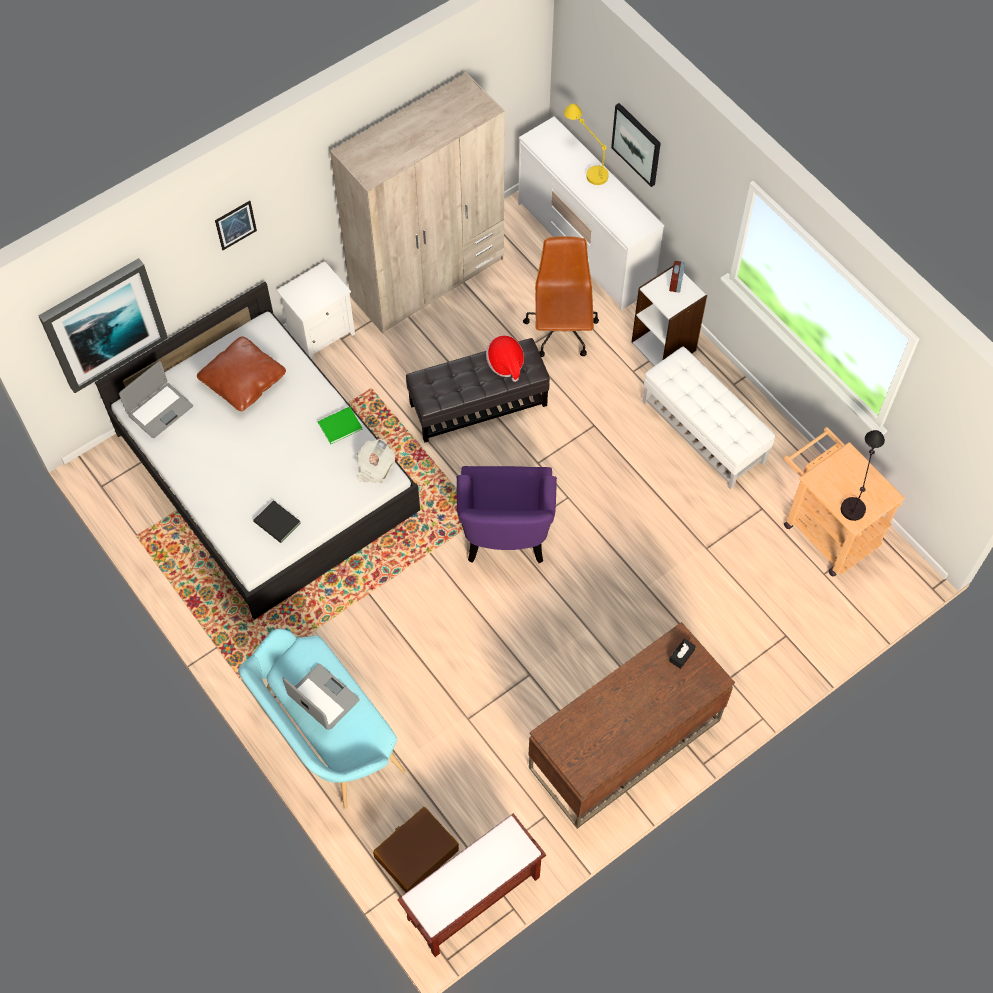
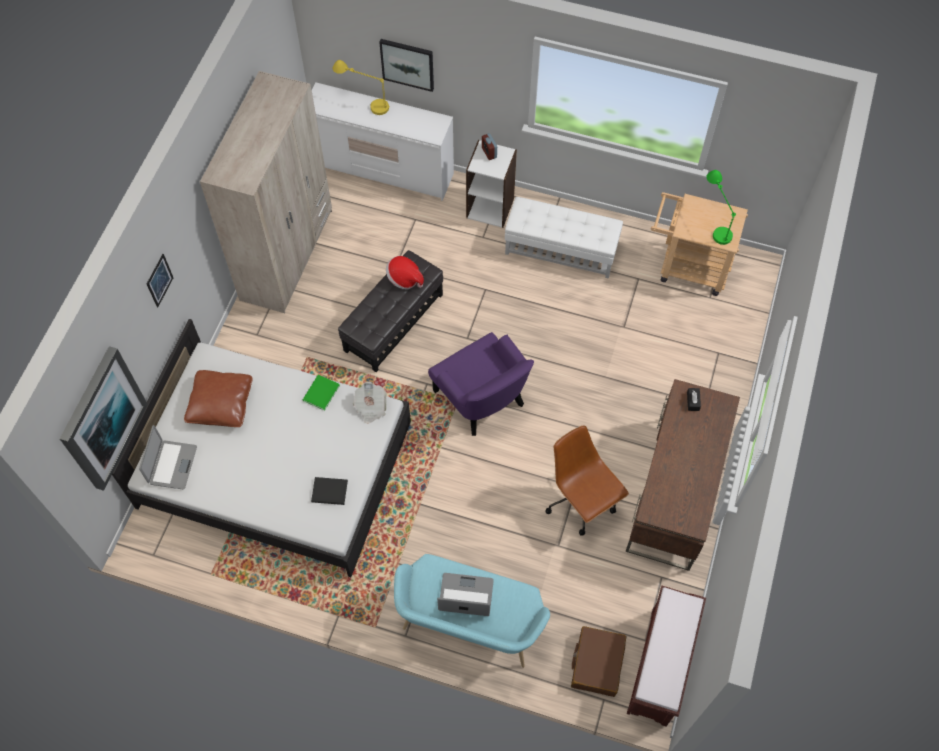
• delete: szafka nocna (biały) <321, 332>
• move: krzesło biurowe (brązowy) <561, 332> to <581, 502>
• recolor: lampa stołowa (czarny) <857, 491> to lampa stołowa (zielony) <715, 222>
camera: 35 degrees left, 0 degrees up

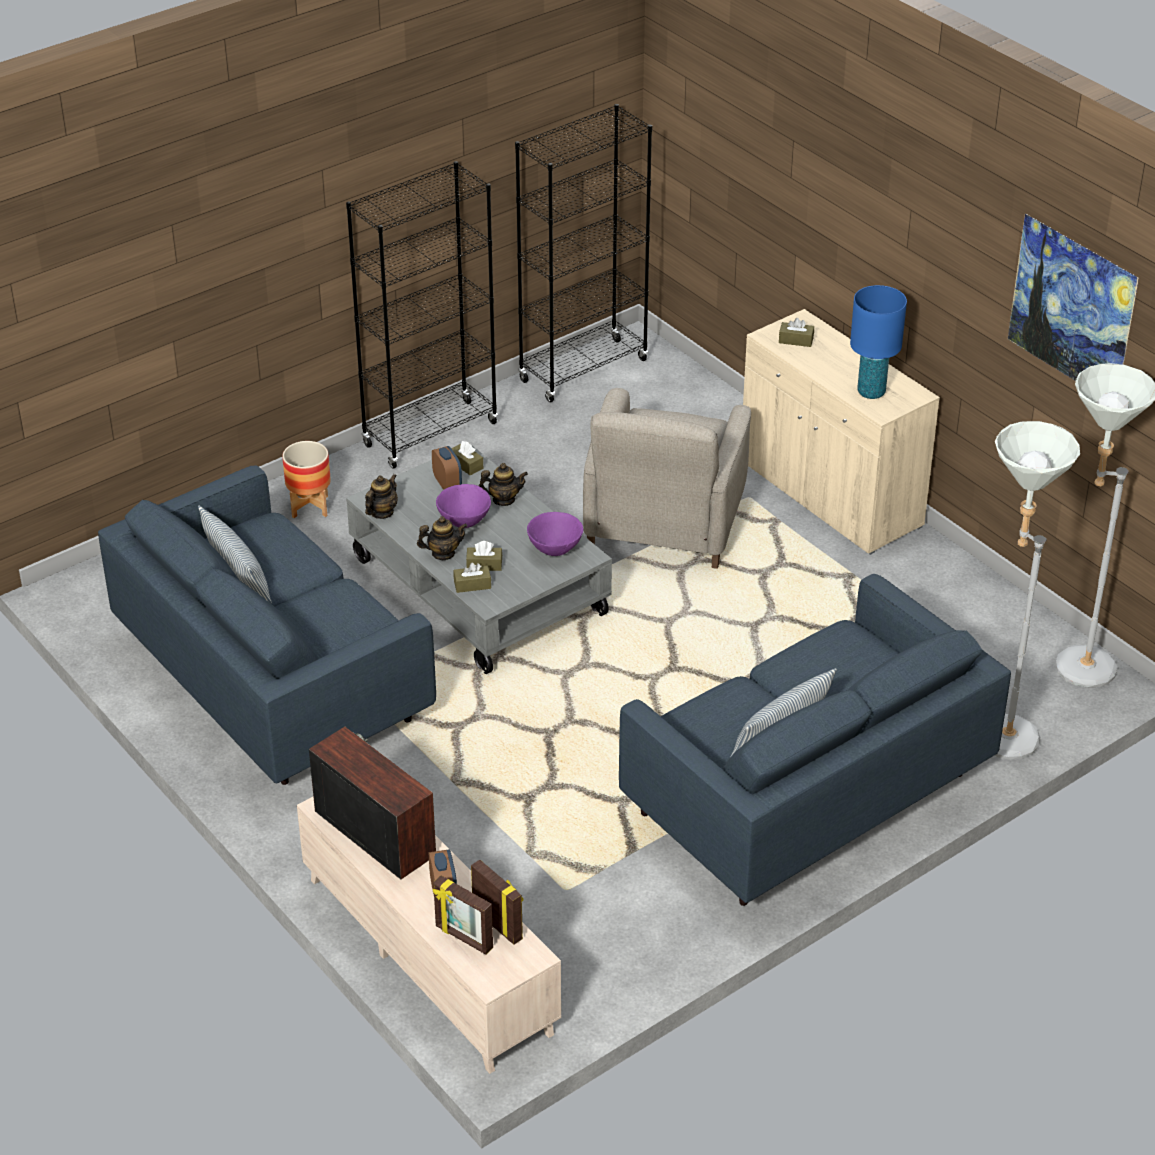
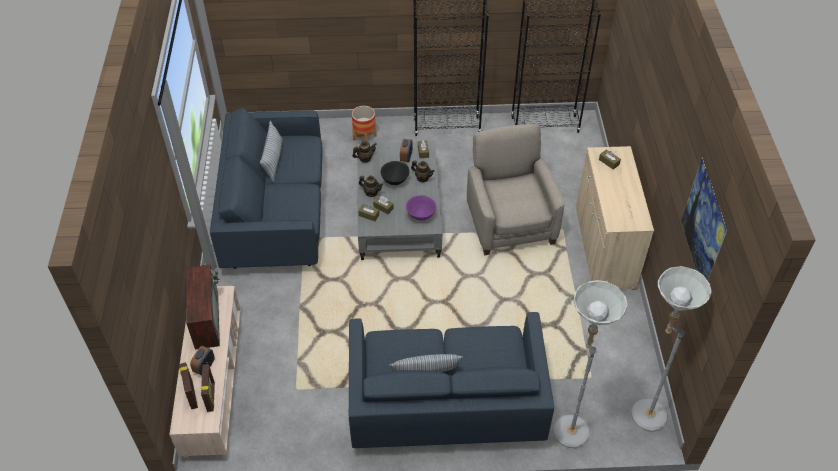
• delete: lampa stołowa (niebieski) <871, 392>
• recolor: miska (fioletowy) <464, 522> to miska (czarny) <395, 181>
• rotate: fotel (beżowy) <663, 522> = <510, 222> 120 degrees clockwise
camera: 35 degrees right, 10 degrees up

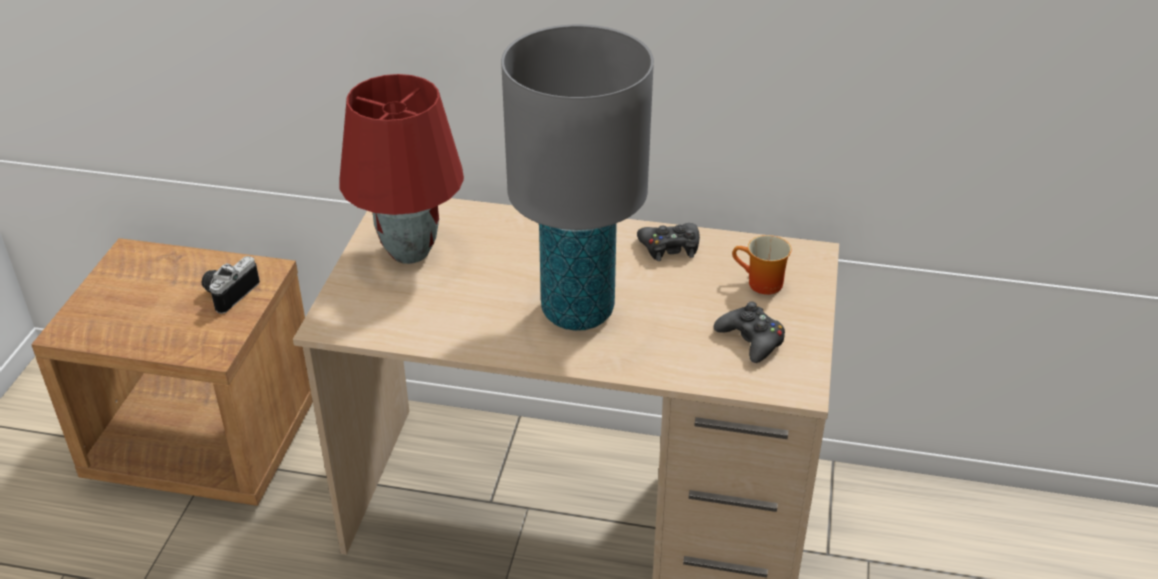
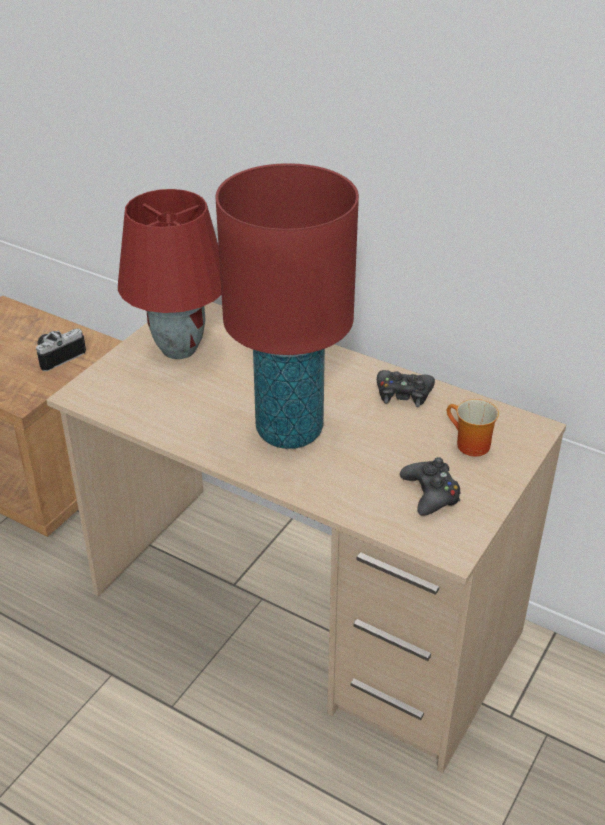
• recolor: lampa stołowa (szary) <577, 311> to lampa stołowa (czerwony) <289, 430>
camera: 20 degrees right, 0 degrees up

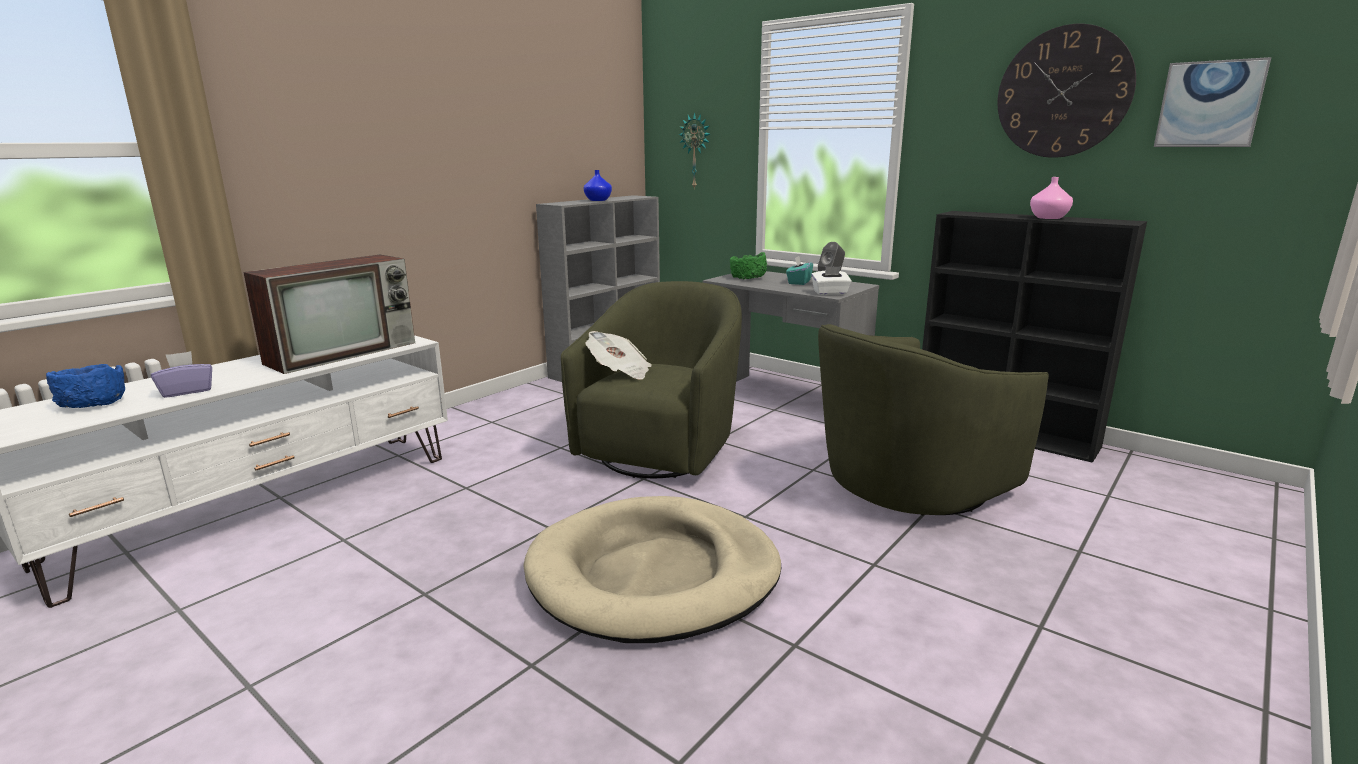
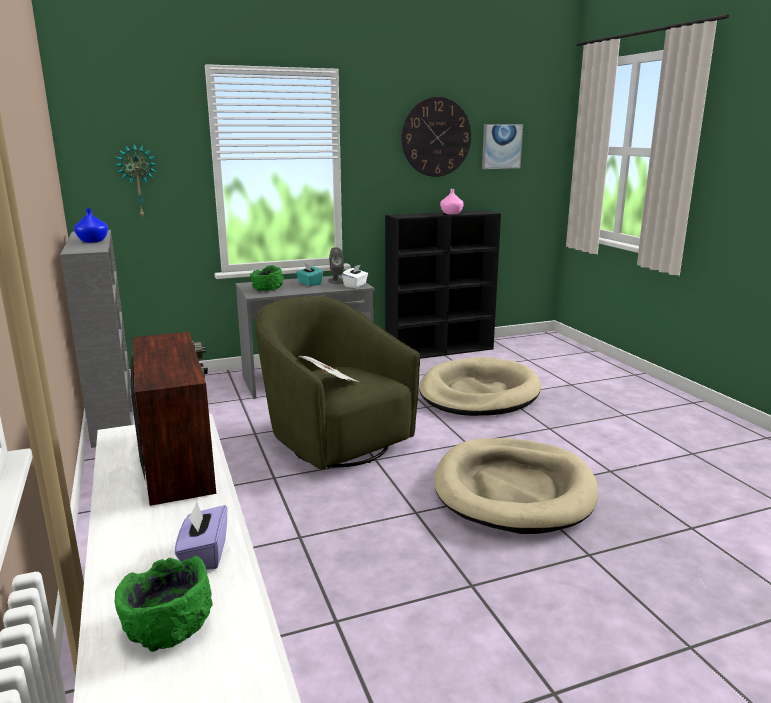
• replace: fotel (zielony) <909, 489> to legowisko (beżowy) <479, 393>
• recolor: miska (niebieski) <93, 403> to miska (zielony) <168, 626>
camera: 60 degrees left, 0 degrees up

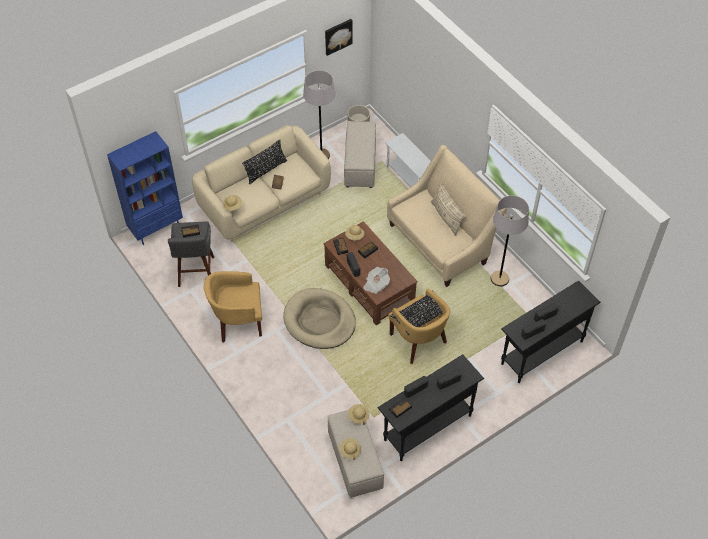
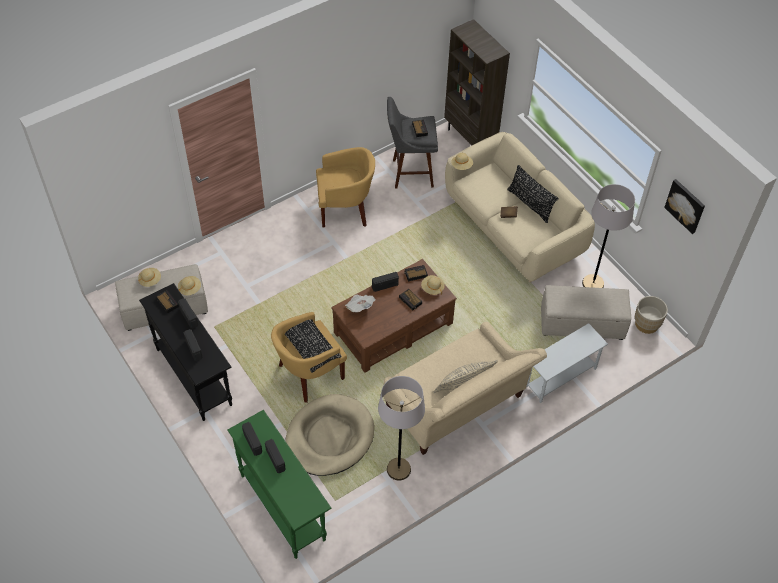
• move: legowisko (beżowy) <319, 321> to <329, 437>
• recolor: regał (niebieski) <156, 229> to regał (brązowy) <470, 138>
• recolor: stolik konsolowy (czarny) <541, 352> to stolik konsolowy (zielony) <283, 506>
• rotate: fotel (żółty) <238, 322> = <345, 209> 90 degrees clockwise
camera: 90 degrees right, 0 degrees up

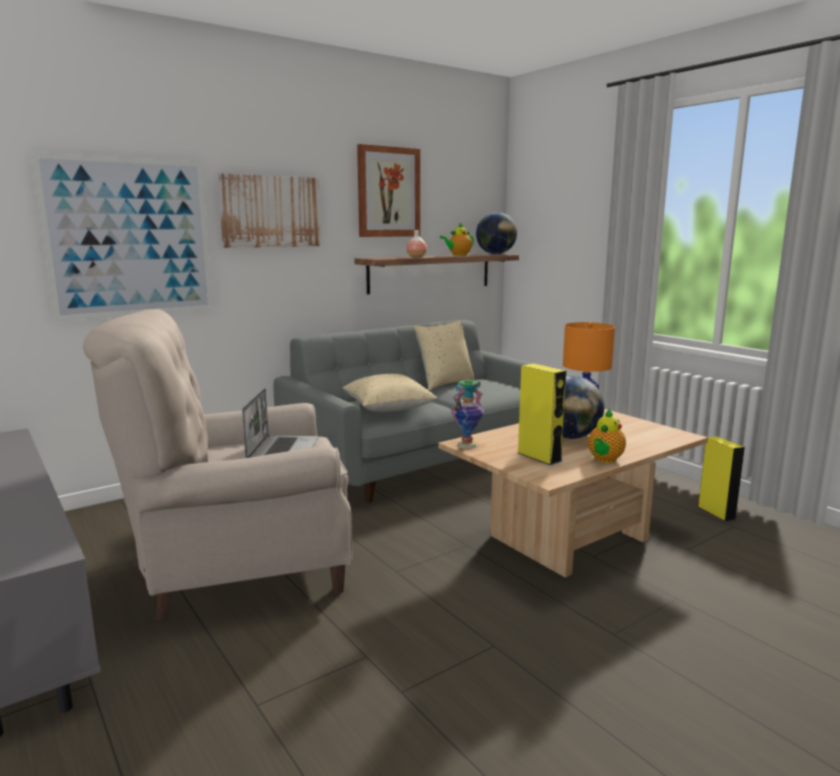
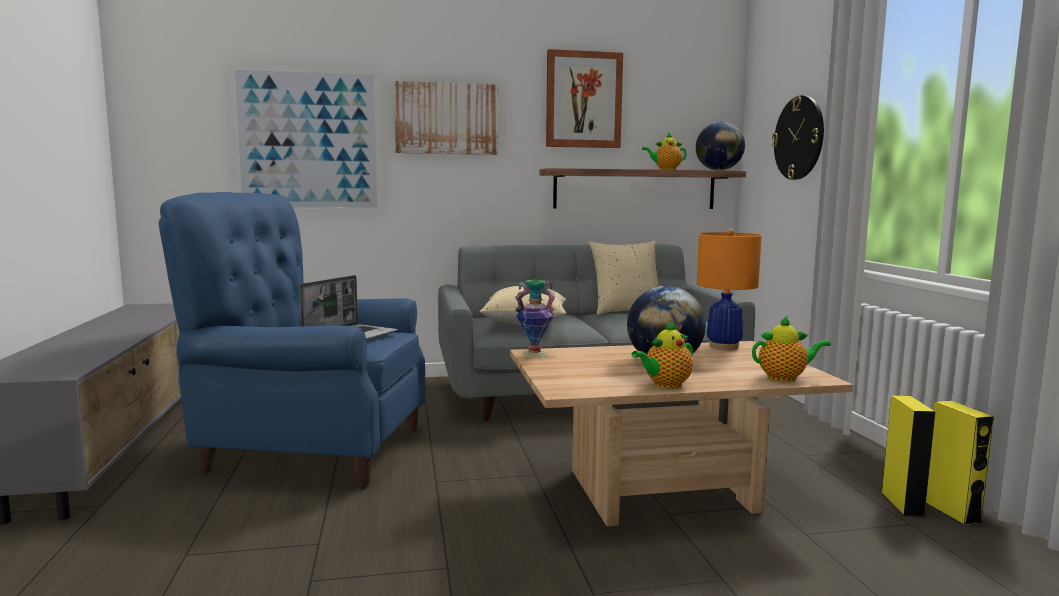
• delete: wazon <416, 257>
• insert: imbryk <785, 378>
• insert: zegar ścienny <799, 138>
• move: głośnik (żółty) <539, 457> to <951, 512>
• recolor: fotel (beżowy) <238, 567> to fotel (niebieski) <306, 449>
camera: 25 degrees right, 5 degrees down

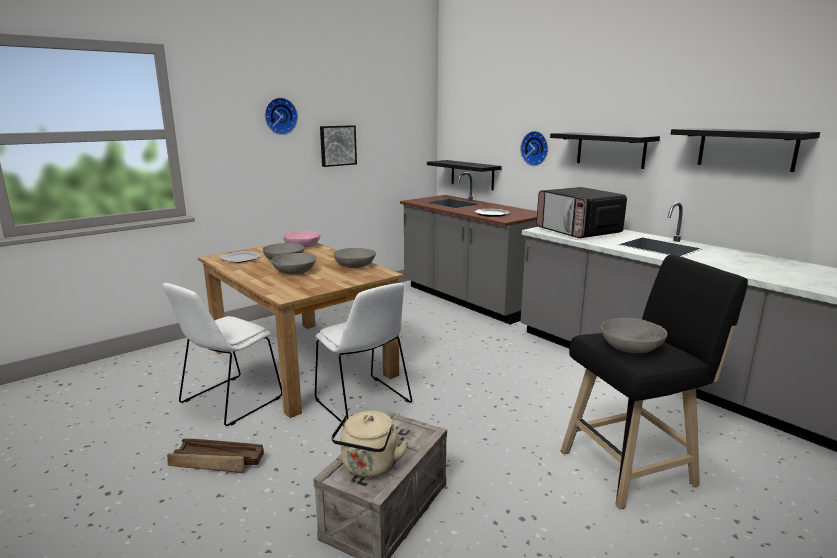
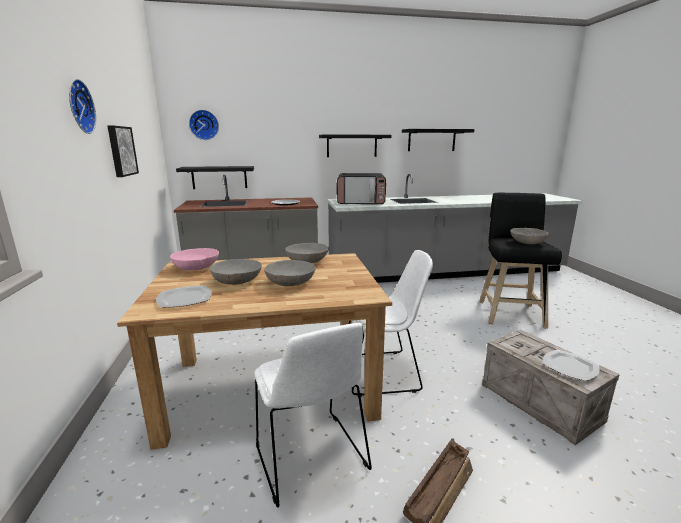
• move: zegar ścienny <535, 148> to <204, 125>
• replace: czajnik (beżowy) <369, 467> to talerz <570, 367>
camera: 60 degrees left, 0 degrees up

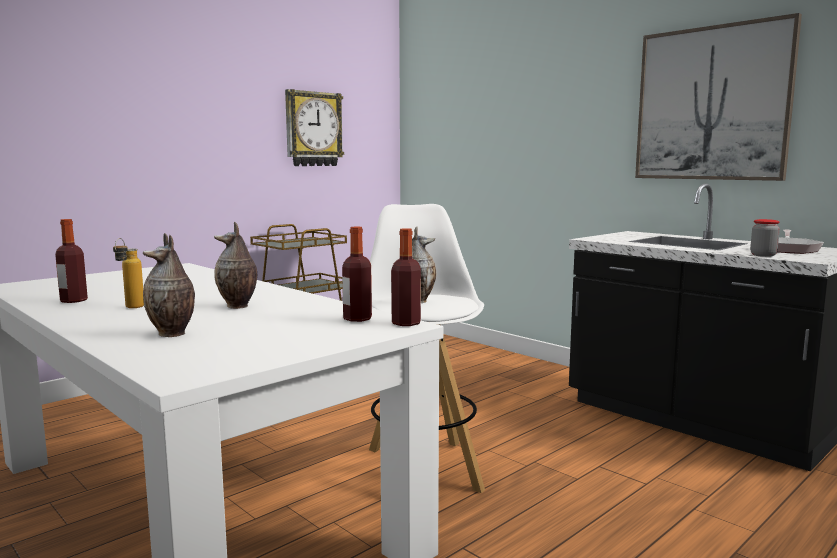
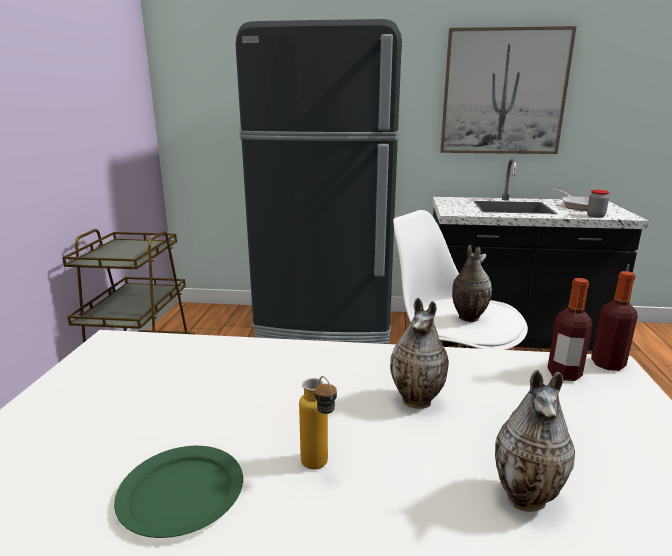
• delete: zegar ścienny <313, 129>
• insert: lodówka (czarny) <327, 331>
• replace: butelka <73, 300> to talerz (zielony) <182, 492>
camera: 40 degrees left, 10 degrees up

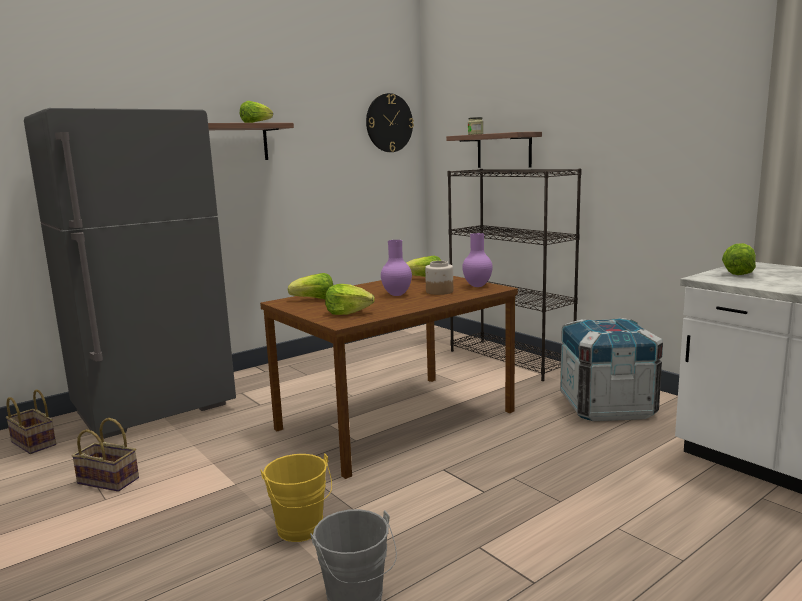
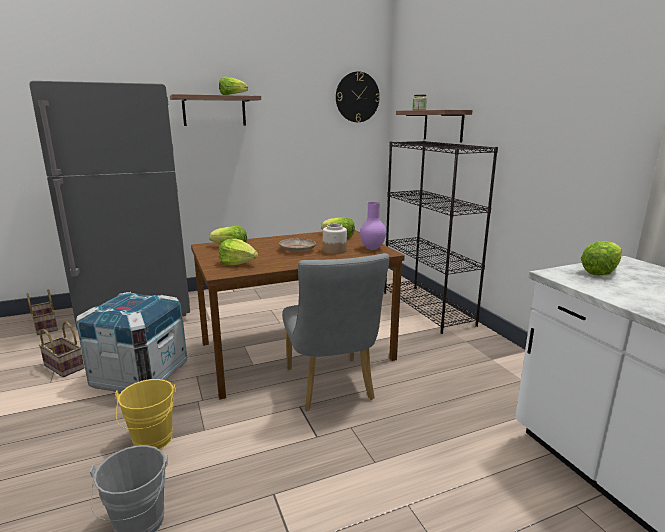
• insert: krzesło (szary) <331, 387>
• move: skrzynka <607, 407> to <140, 375>
• replace: wazon (fioletowy) <396, 294> to talerz (beżowy) <297, 249>
camera: 15 degrees right, 5 degrees up

